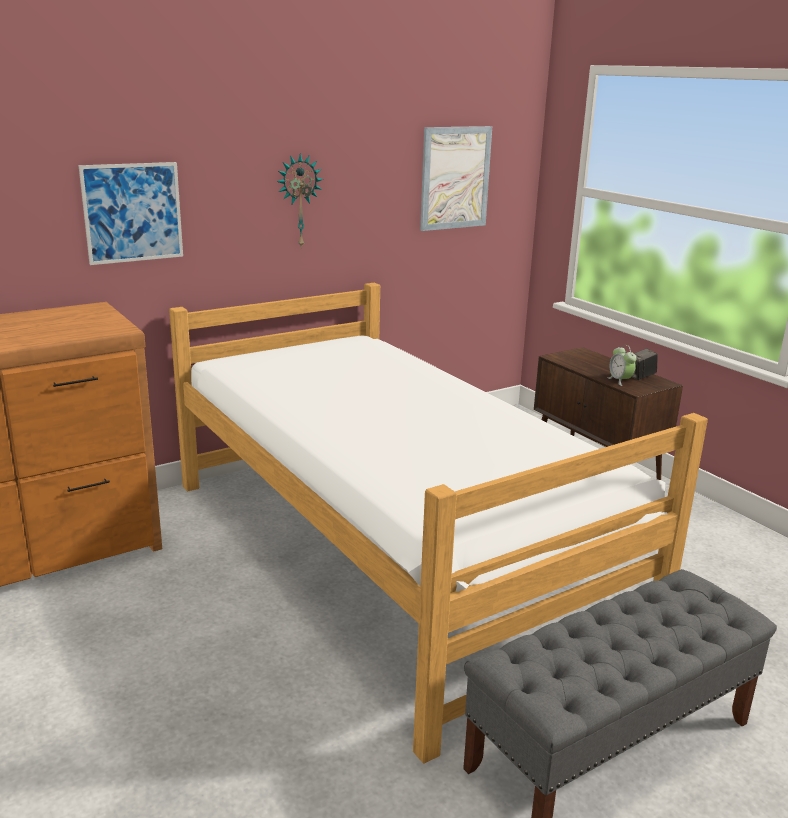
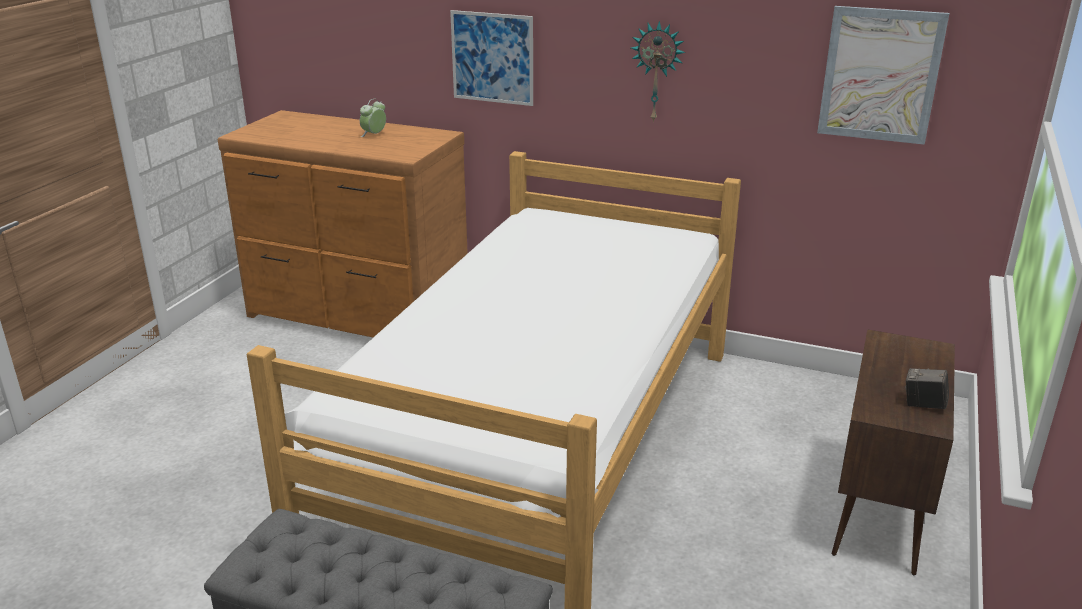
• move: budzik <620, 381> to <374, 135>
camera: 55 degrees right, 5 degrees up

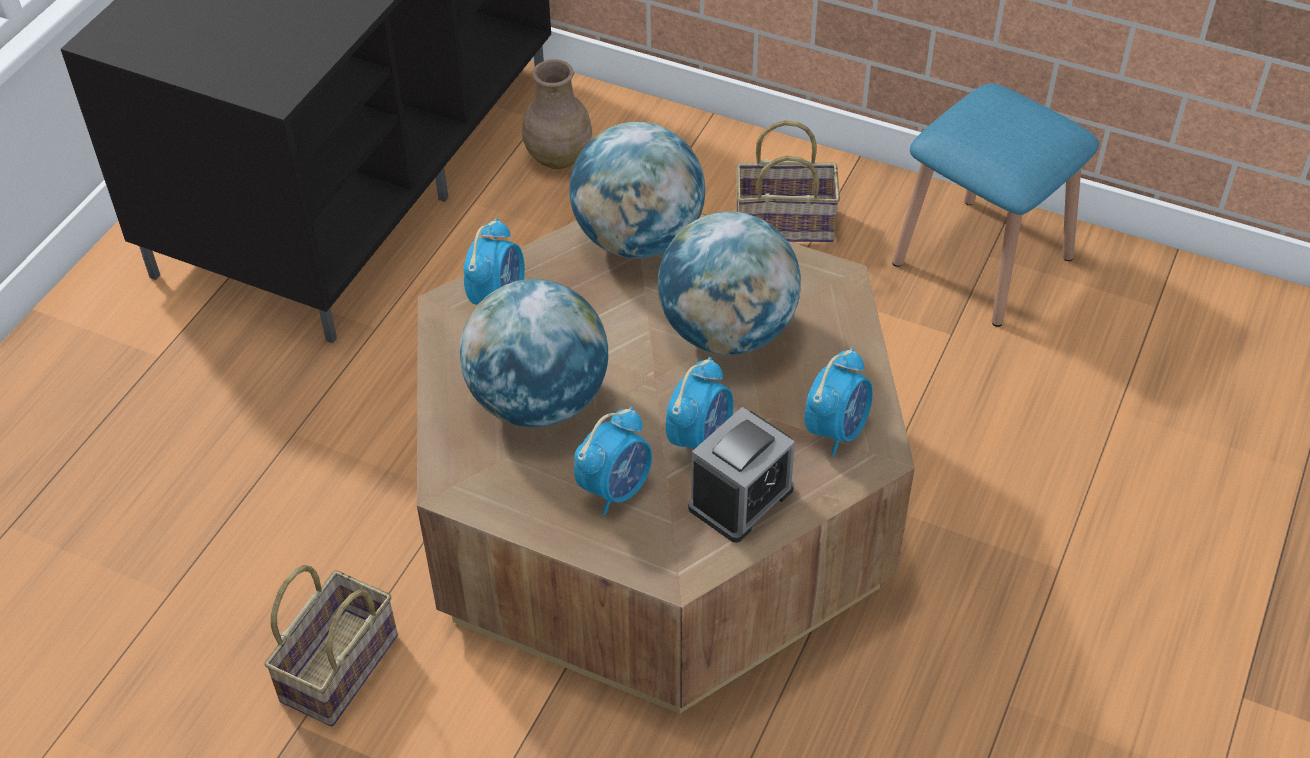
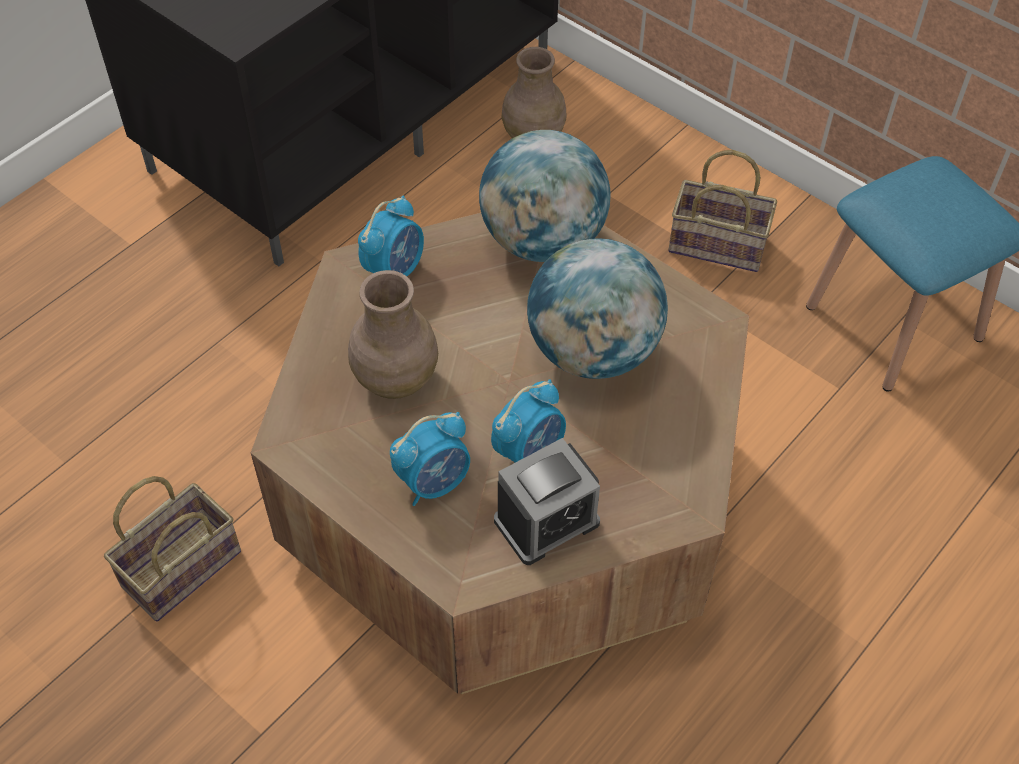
• delete: budzik <836, 430>
• replace: globus <538, 401> to wazon (brązowy) <395, 378>
camera: 15 degrees right, 5 degrees up

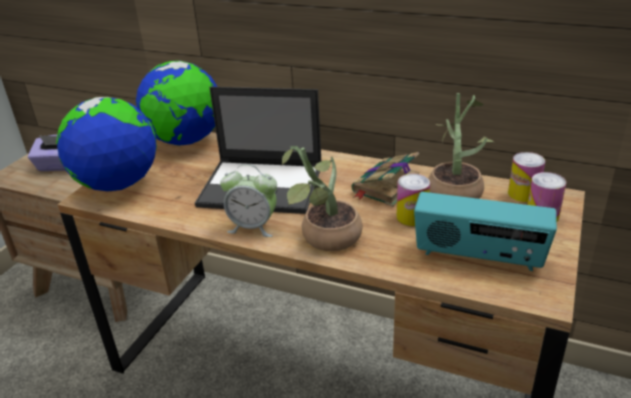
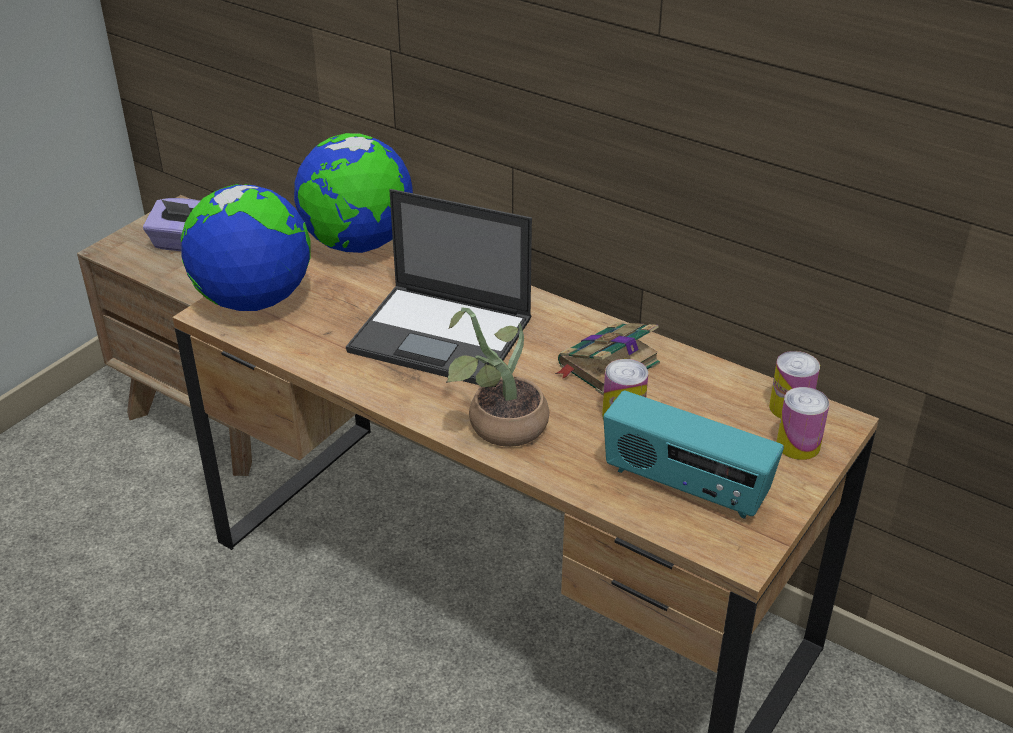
• delete: budzik <253, 227>
• delete: roślina doniczkowa <454, 190>
camera: 10 degrees right, 5 degrees up

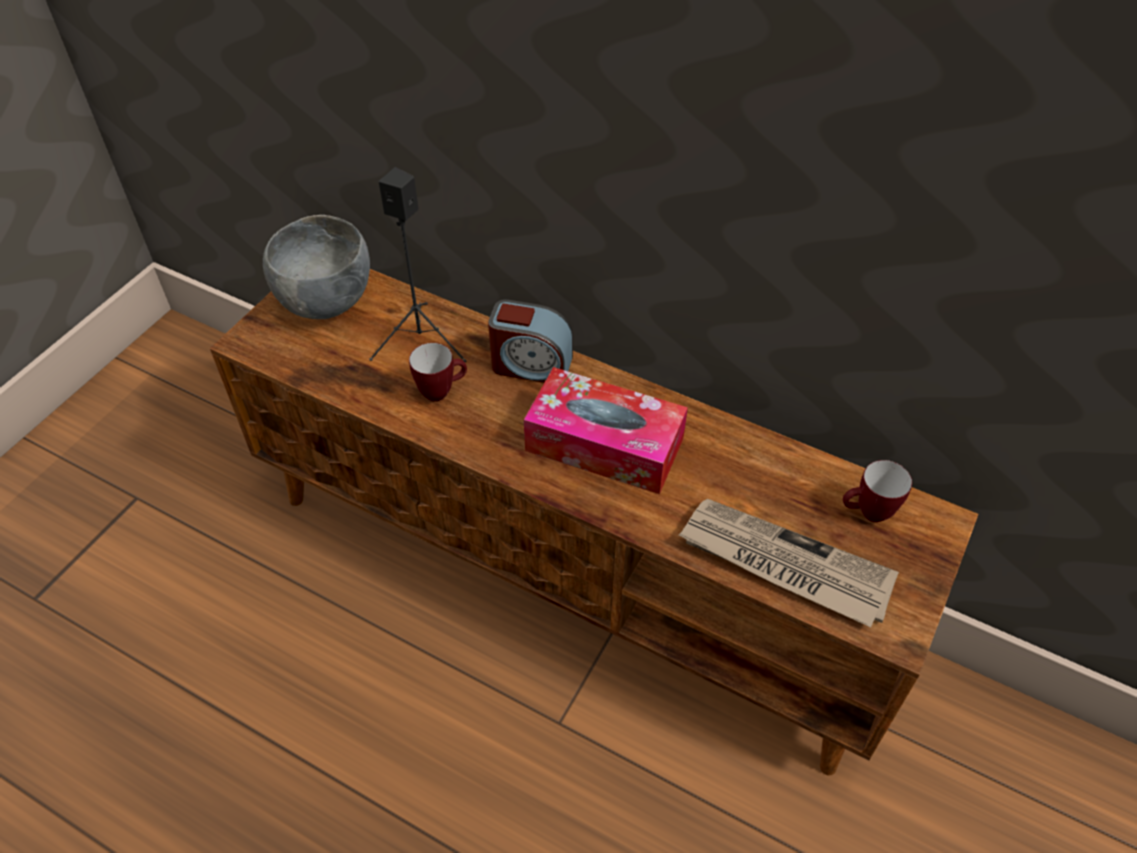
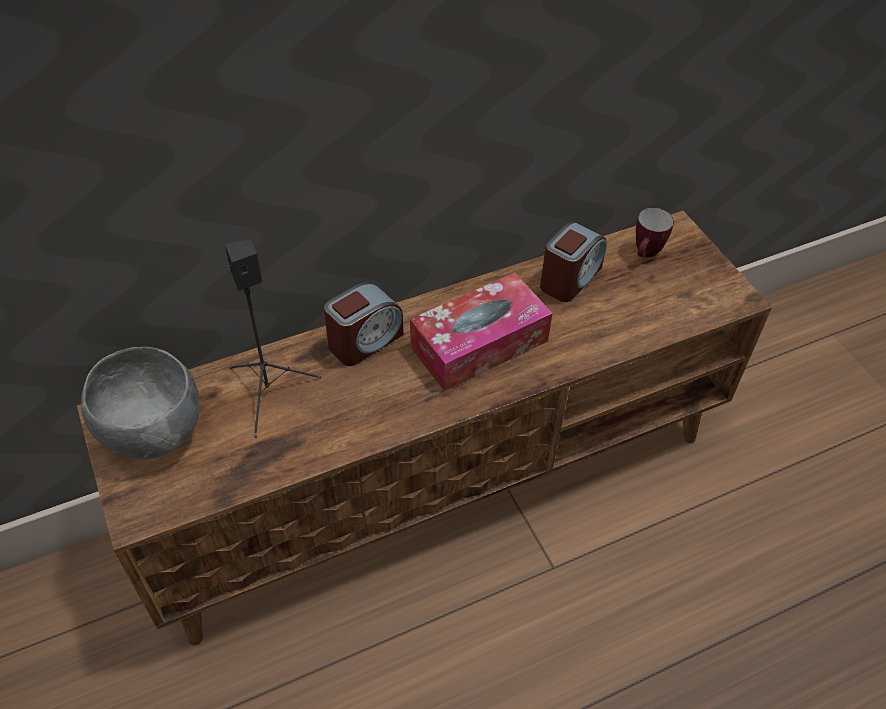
• delete: kubek <441, 391>
• delete: gazeta <784, 564>
• insert: budzik <570, 278>
camera: 55 degrees left, 0 degrees up

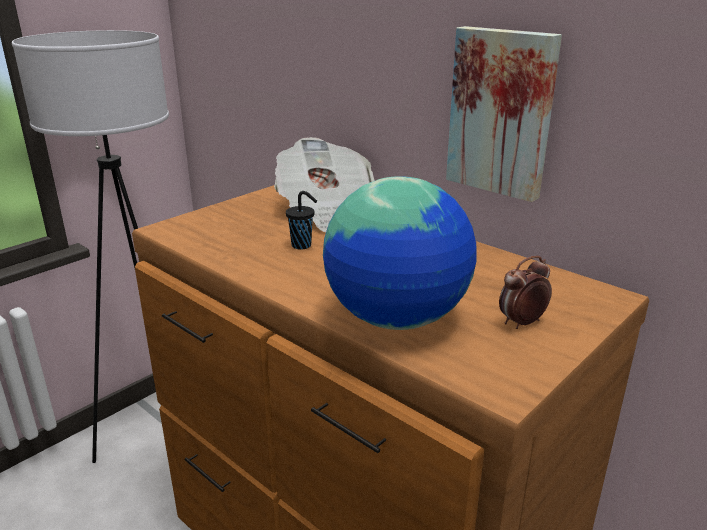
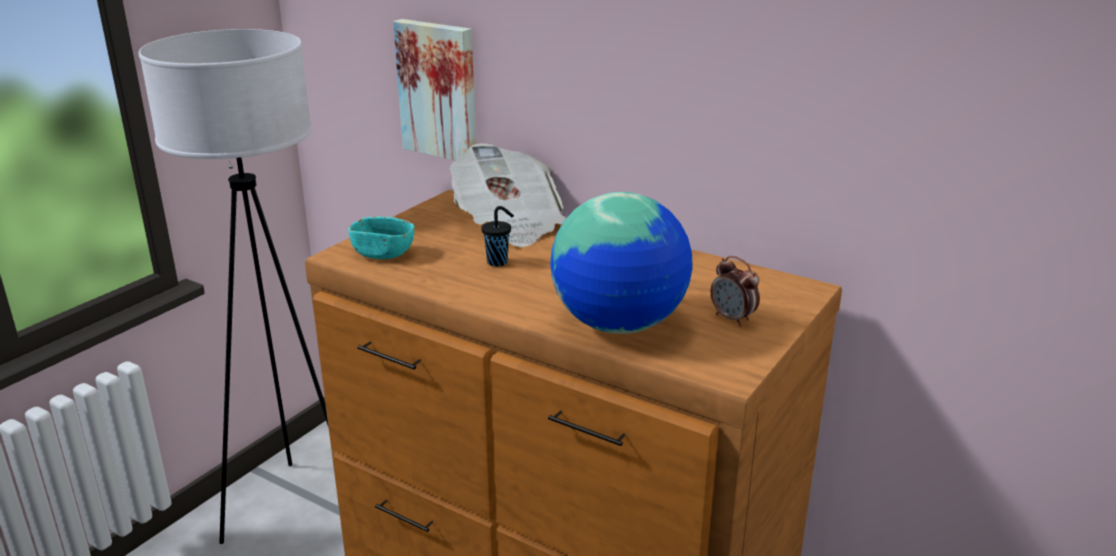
• insert: miska (turkusowy) <383, 253>
• move: obraz <502, 112> to <439, 90>
• rotate: budzik <521, 323> = <733, 319> 90 degrees counterclockwise
camera: 10 degrees left, 0 degrees up

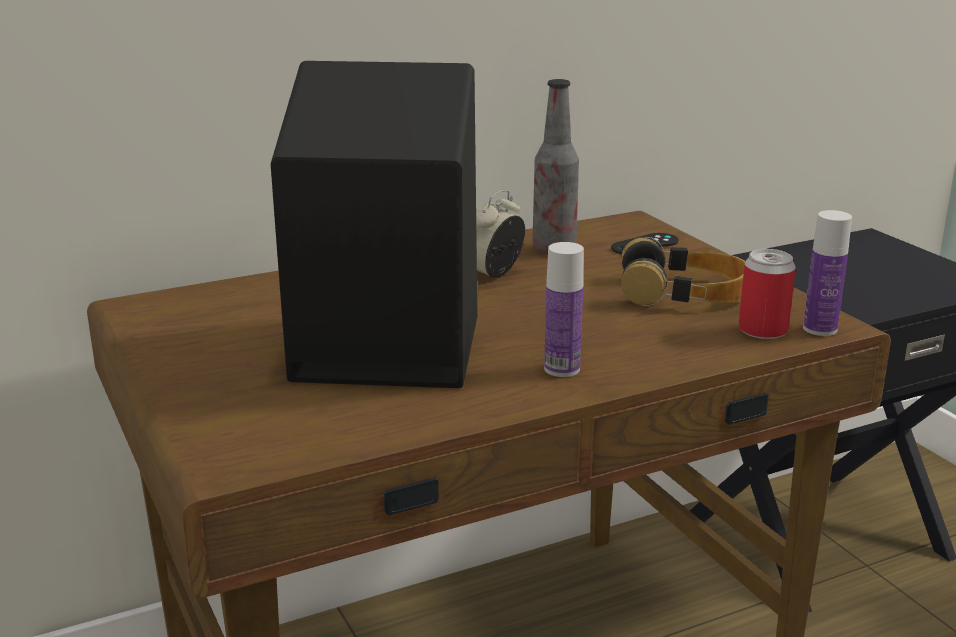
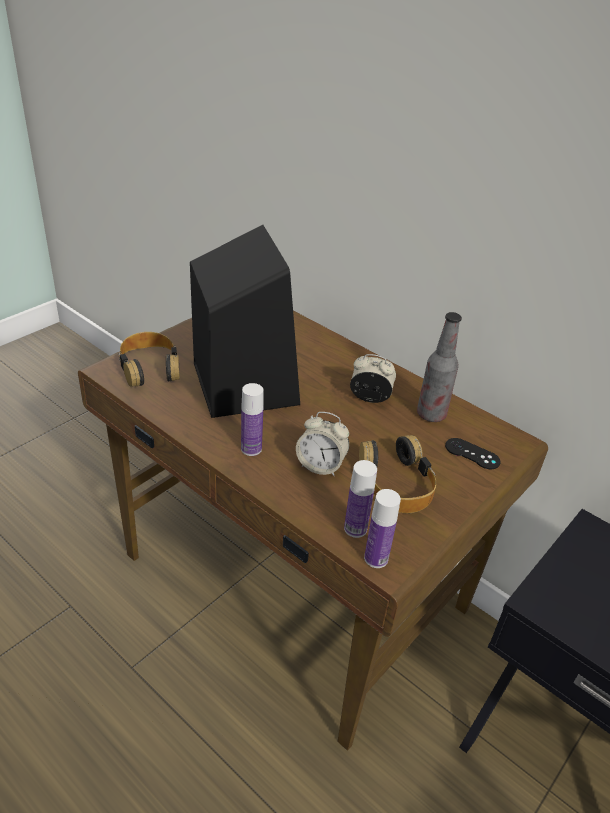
• insert: słuchawki <150, 367>
• insert: budzik <320, 465>
• replace: puszka <763, 330> to butelka <355, 528>
camera: 65 degrees right, 15 degrees up

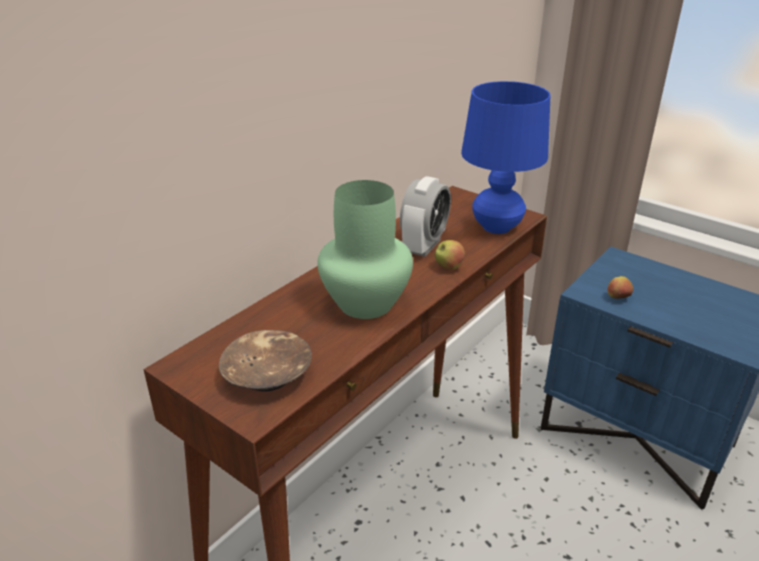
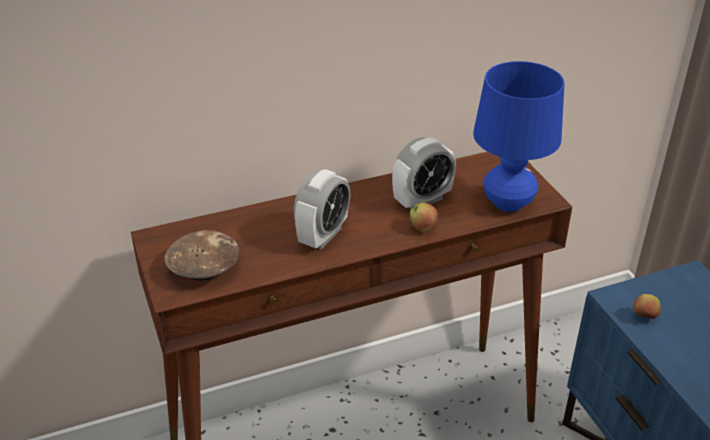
• replace: wazon (zielony) <364, 303> to budzik <323, 235>
camera: 30 degrees right, 5 degrees up

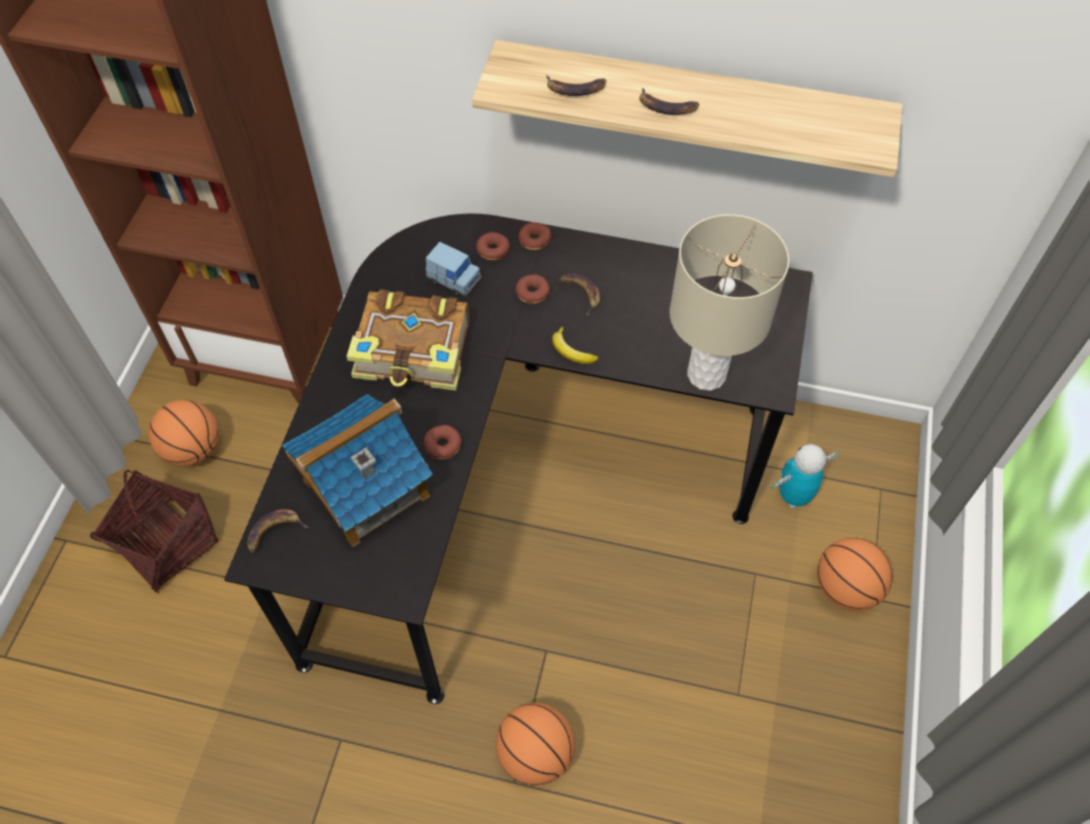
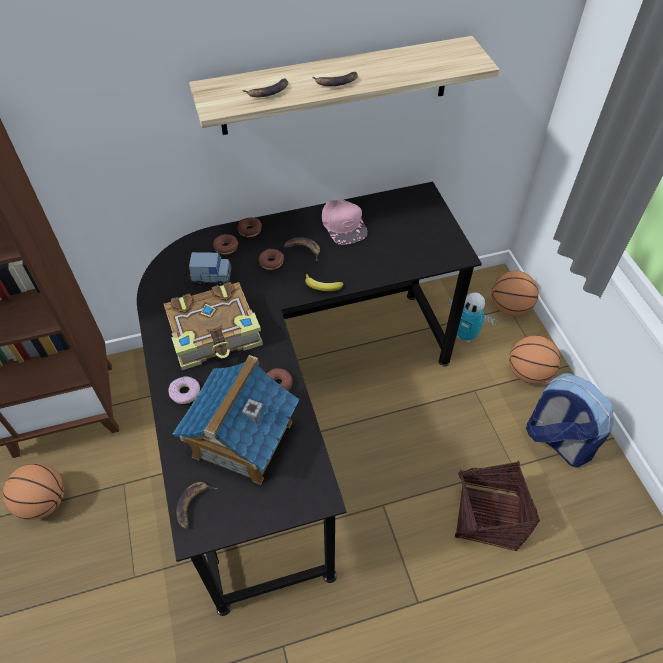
• delete: lampa stołowa (beżowy) <706, 374>
• insert: donut <185, 393>
• insert: czapka z daszkiem (różowy) <343, 224>
• insert: plecak <556, 440>
• move: koszyk <166, 544> to <487, 515>
• move: piłka do koszykówki <535, 753> to <509, 307>
• rotate: robot zabawkowy <793, 496> = <465, 335> 90 degrees counterclockwise
camera: 30 degrees left, 5 degrees down

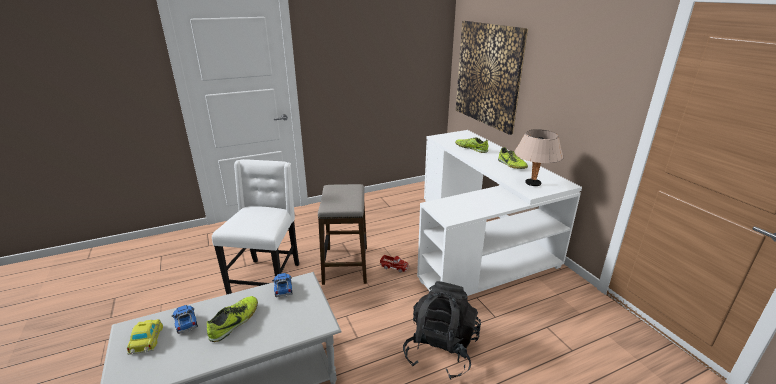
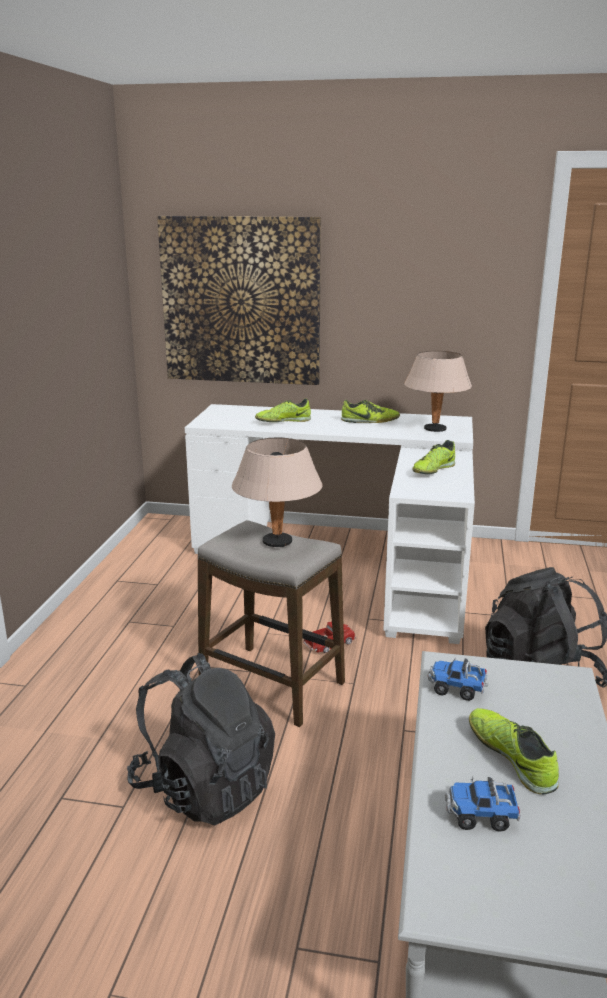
• delete: samochodzik <146, 340>
• insert: lampa stołowa (beżowy) <277, 542>
• insert: but <433, 470>
• replace: krzesło (biały) <267, 278> to plecak (czarny) <204, 788>
camera: 55 degrees left, 5 degrees down

